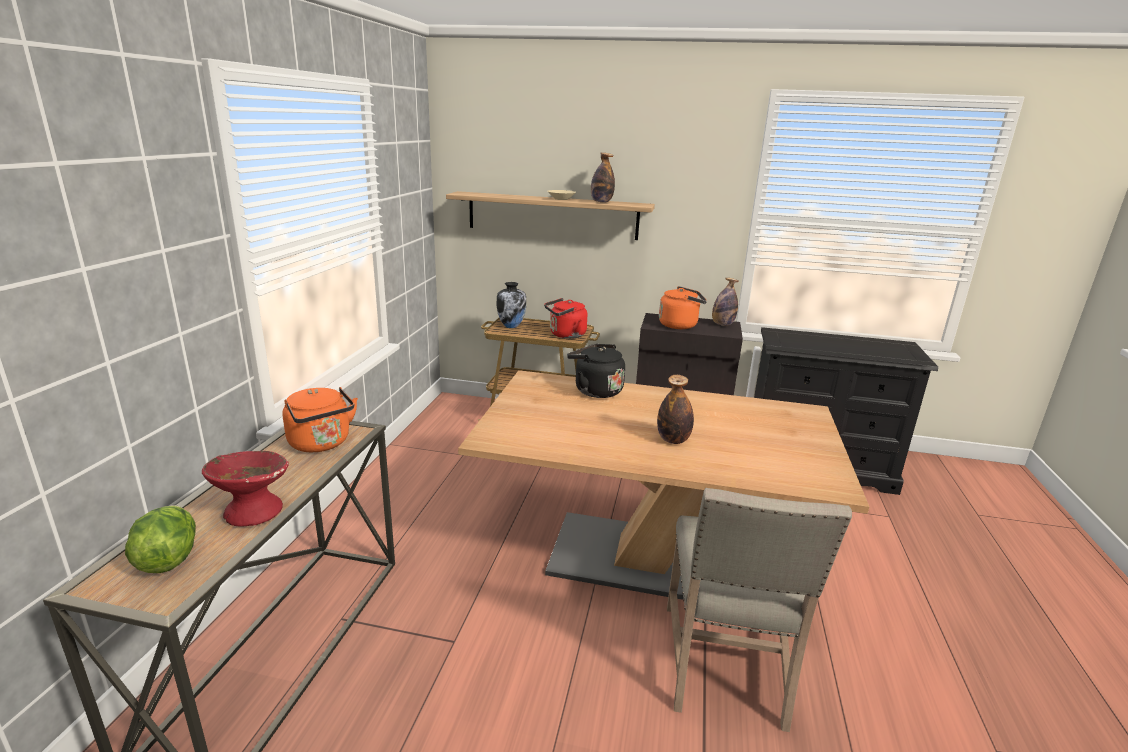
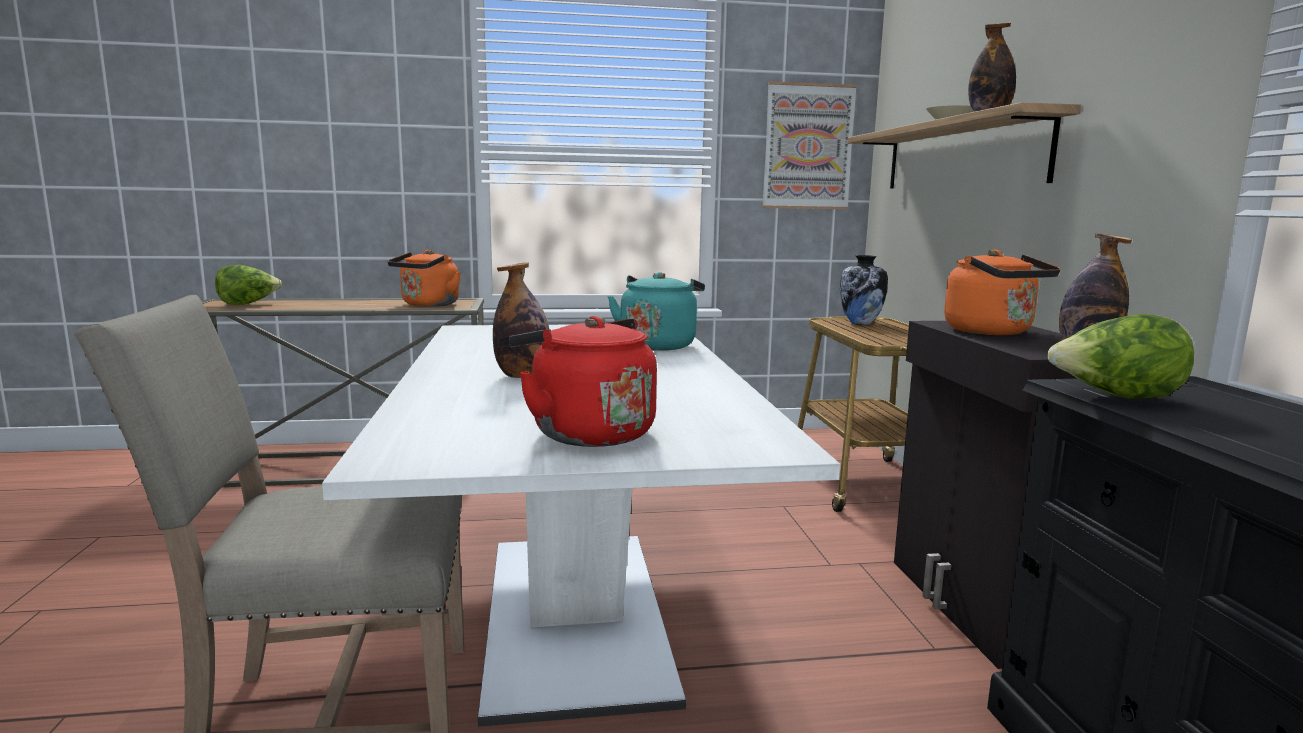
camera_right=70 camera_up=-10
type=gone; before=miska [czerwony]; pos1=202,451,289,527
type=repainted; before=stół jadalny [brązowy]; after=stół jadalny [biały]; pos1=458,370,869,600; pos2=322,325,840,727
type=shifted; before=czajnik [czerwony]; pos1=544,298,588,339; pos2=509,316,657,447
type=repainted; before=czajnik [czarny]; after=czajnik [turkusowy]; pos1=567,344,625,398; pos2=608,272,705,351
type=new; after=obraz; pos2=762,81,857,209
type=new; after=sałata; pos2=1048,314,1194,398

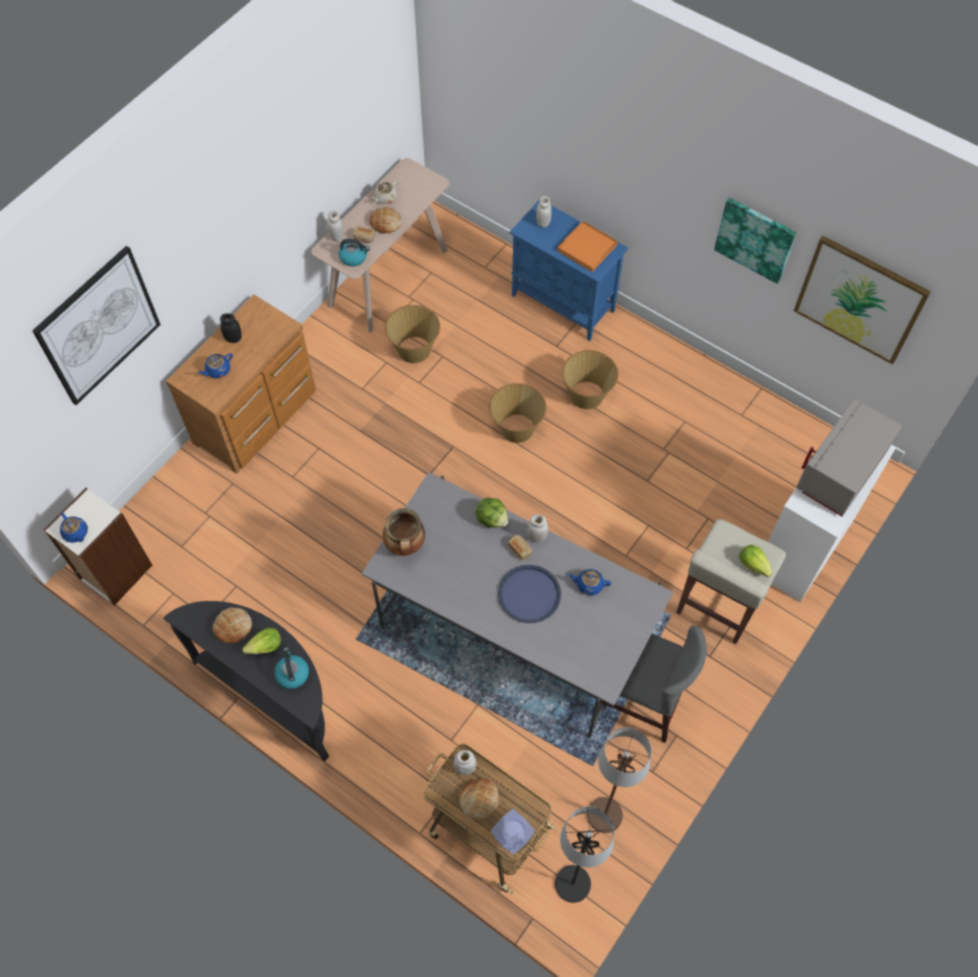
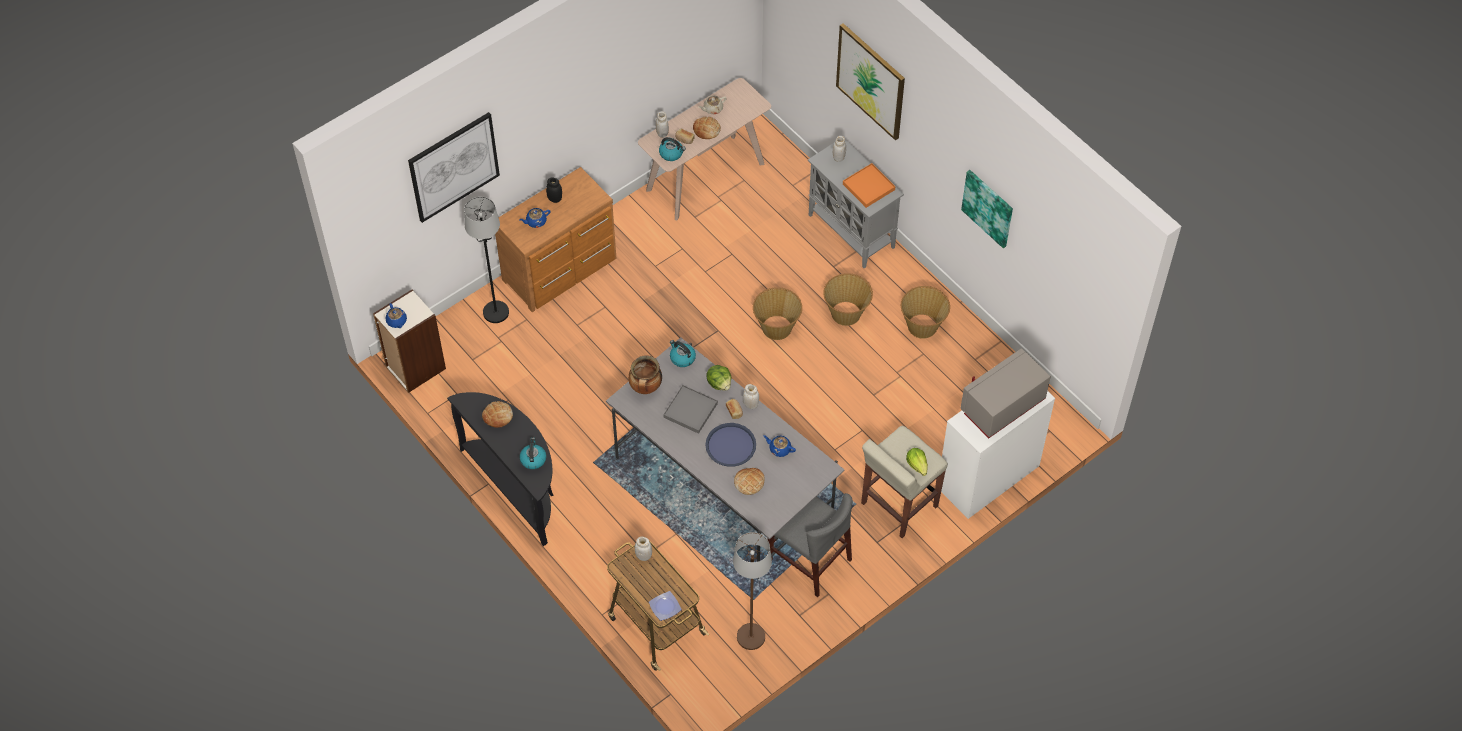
camera_right=15 camera_up=-5
type=gone; before=sałata; pos1=242,628,281,654
type=shifted; before=koszyk; pos1=385,305,440,363; pos2=901,286,950,339
type=shifted; before=chleb; pos1=459,778,499,819; pos2=734,468,765,495
type=repainted; before=szafka [niebieski]; after=szafka [szary]; pos1=510,199,628,341; pos2=808,140,904,268
type=shifted; before=lampa stojąca [czarny]; pos1=555,807,614,903; pos2=464,197,509,323
type=shifted; before=obraz; pos1=794,235,931,365; pos2=836,23,905,141
type=new; after=taca [szary]; pos2=663,385,718,434
type=new; after=czajnik; pos2=670,340,696,367

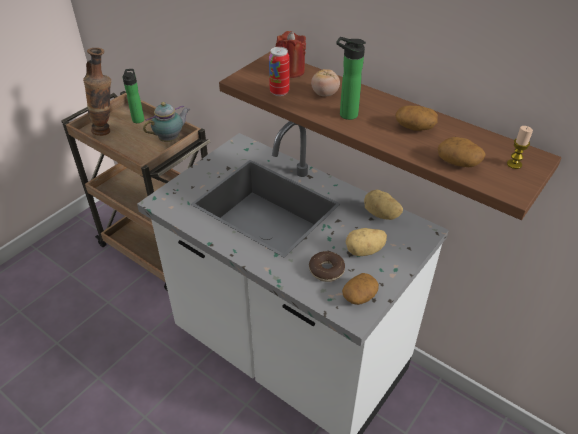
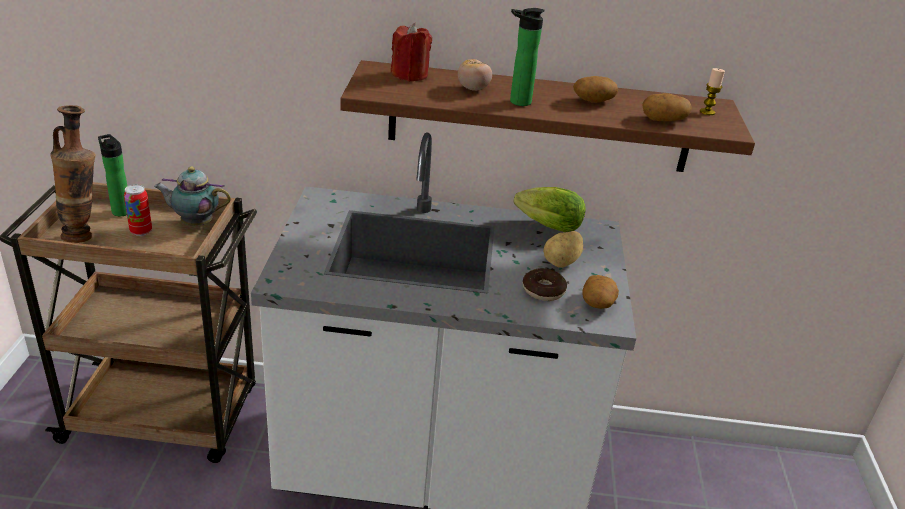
camera_right=-35 camera_up=-10
type=rotated; before=imbryk; pos1=143,102,190,142; pos2=154,166,231,226; turn=-105
type=shifted; before=puszka; pos1=269,47,289,96; pos2=124,184,152,236
type=swapped; before=ziemniak; after=sałata; pos1=364,189,403,220; pos2=514,187,586,232

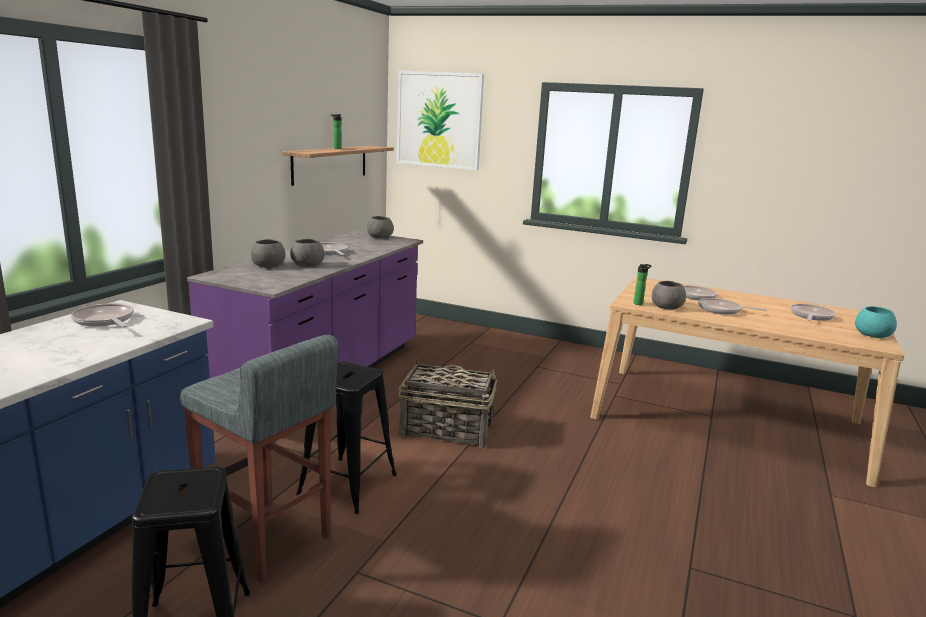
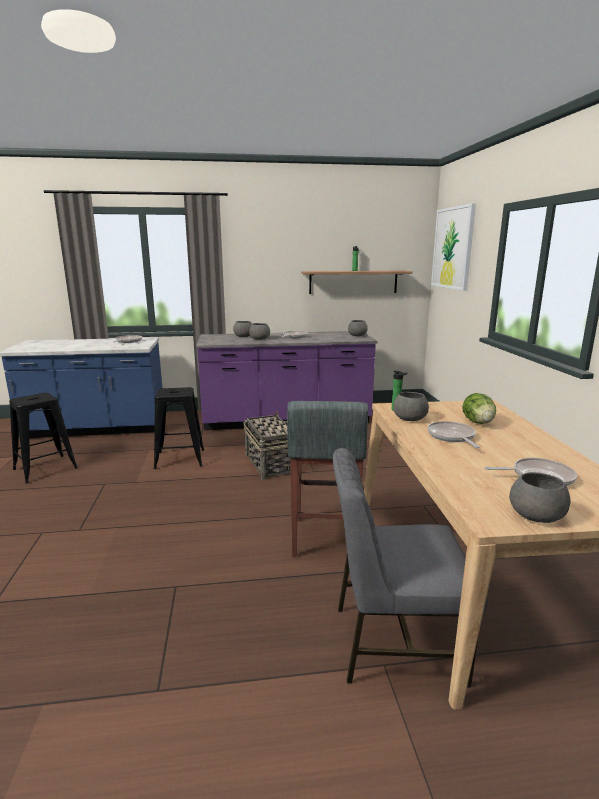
camera_right=60 camera_up=0
type=shifted; before=stołek [szary]; pos1=180,335,339,583; pos2=287,401,368,557
type=swapped; before=patelnia; after=sałata; pos1=656,283,717,300; pos2=462,393,496,424
type=repainted; before=miska [turkusowy]; after=miska [szary]; pos1=855,306,897,338; pos2=509,472,570,523
type=new; after=krzesło [szary]; pos2=333,448,488,687

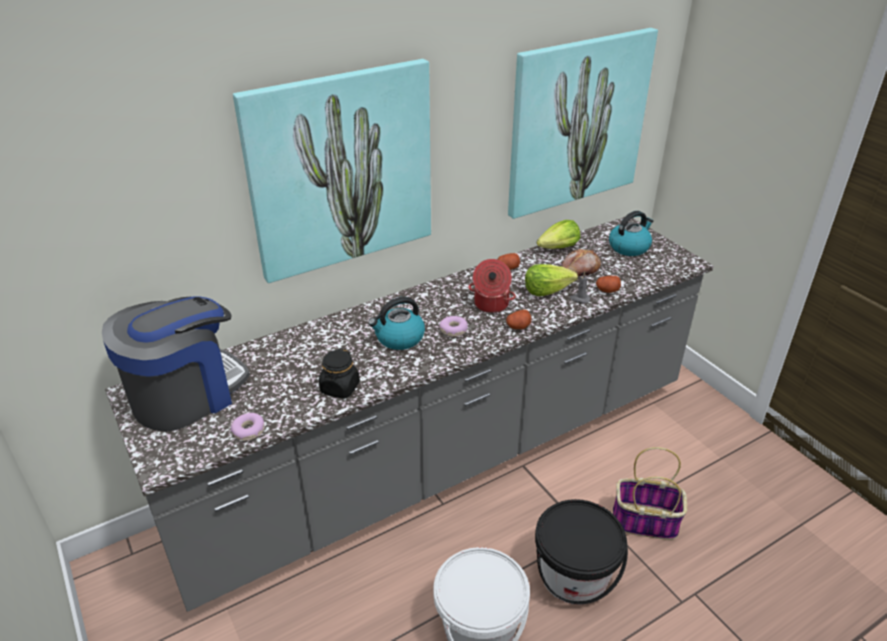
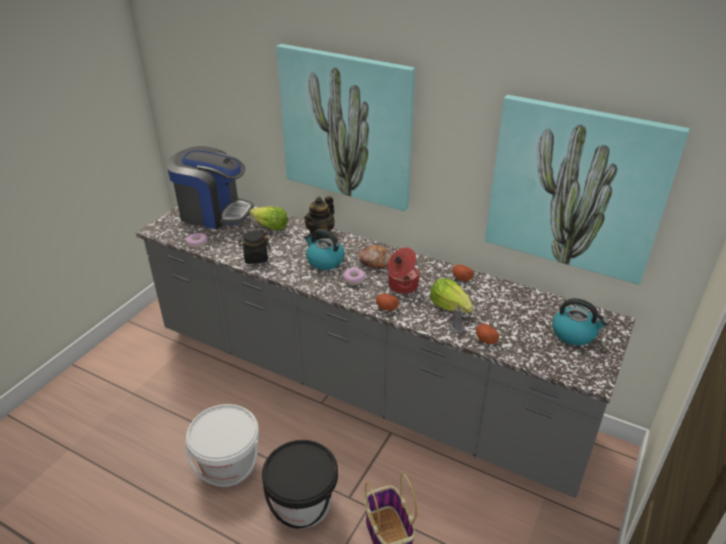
camera_right=60 camera_up=0
type=shifted; before=sałata; pos1=537,220,580,249; pos2=249,206,288,230
type=shifted; before=chleb; pos1=561,249,601,276; pos2=359,245,391,268
type=new; after=imbryk; pos2=304,196,335,240

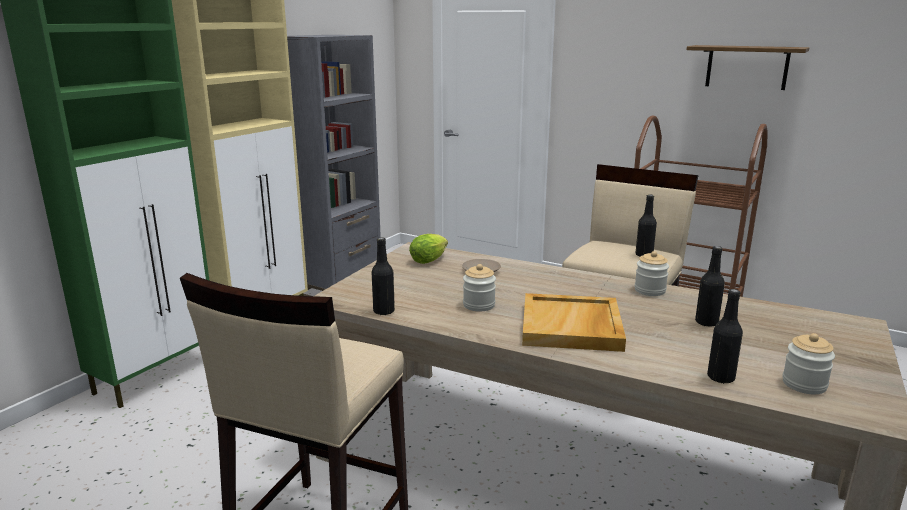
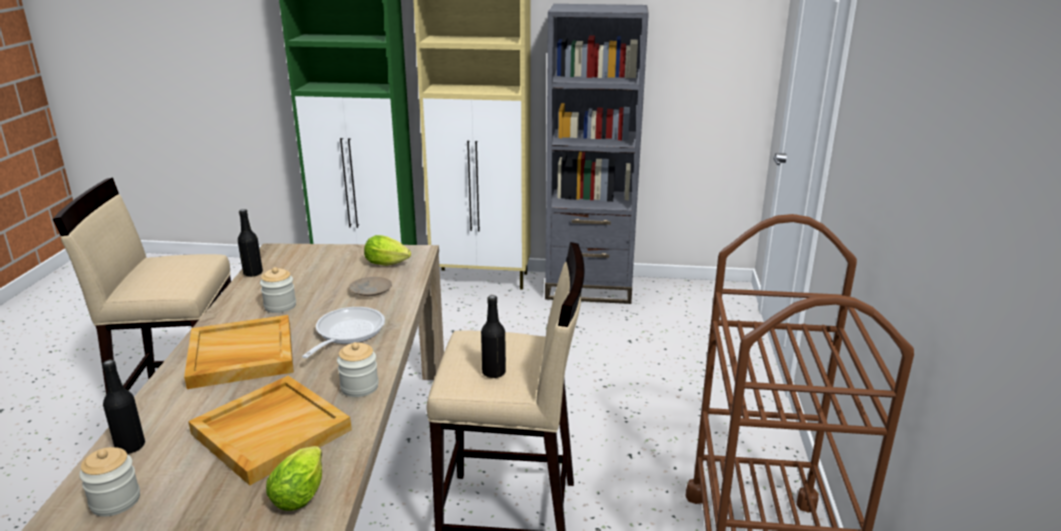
camera_right=65 camera_up=5
type=gone; before=półka; pos1=687,45,809,90
type=swapped; before=butelka [czarny]; after=taca [beżowy]; pos1=695,246,725,327; pos2=188,376,352,485
type=new; after=sałata; pos2=266,446,322,511
type=new; after=patelnia; pos2=302,307,385,358

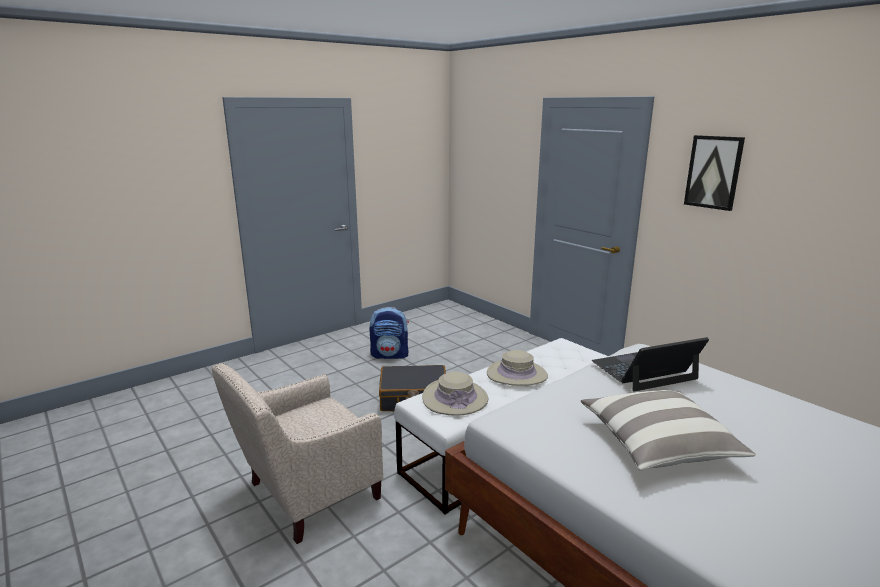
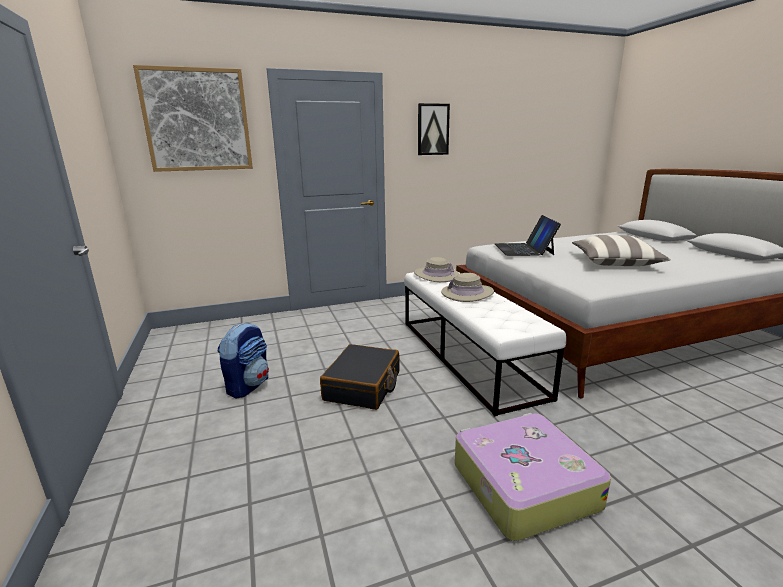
camera_right=-70 camera_up=0
type=swapped; before=fotel [beżowy]; after=walizka; pos1=212,363,383,544; pos2=455,413,611,541
type=shifted; before=kapelusz [beżowy]; pos1=422,371,488,416; pos2=414,257,460,282
type=new; after=obraz; pos2=133,65,253,172

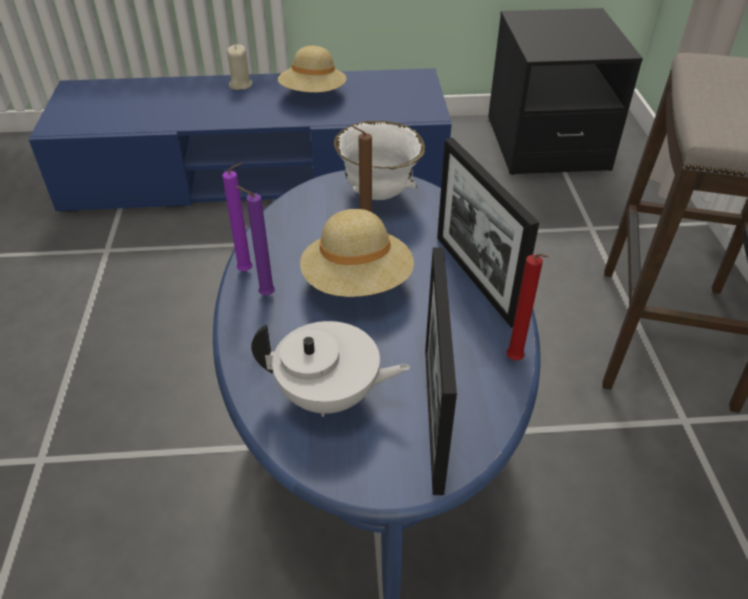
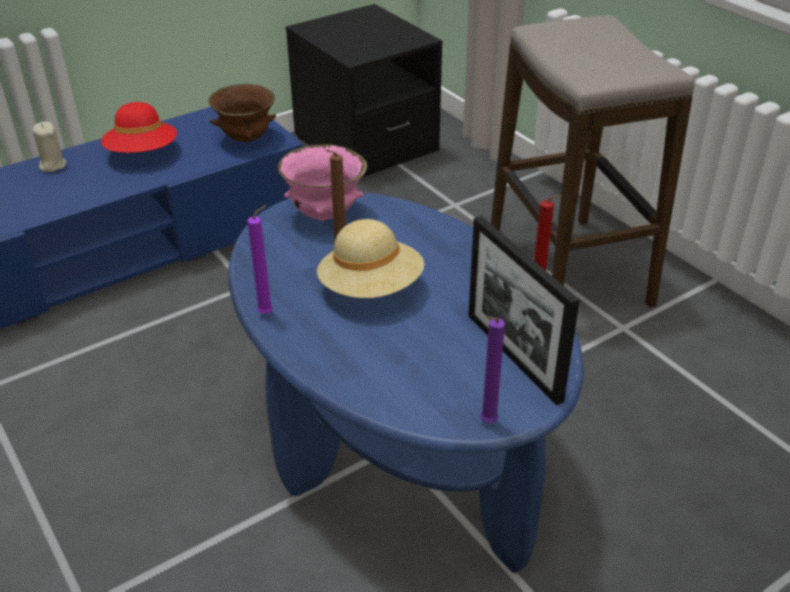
camera_right=-30 camera_up=-5
type=shifted; before=świeca [fioletowy]; pos1=236,186,275,296; pos2=480,316,505,423
type=gone; before=imbryk [biały]; pos1=251,321,410,417
type=repainted; before=kapelusz [beżowy]; after=kapelusz [czerwony]; pos1=278,46,347,92; pos2=101,102,177,153
type=repainted; before=miska [biały]; after=miska [różowy]; pos1=334,121,425,200; pos2=278,144,367,221
type=gone; before=ramka na zdjęcie; pos1=437,138,539,328
type=new; after=miska [brązowy]; pos2=208,84,276,142

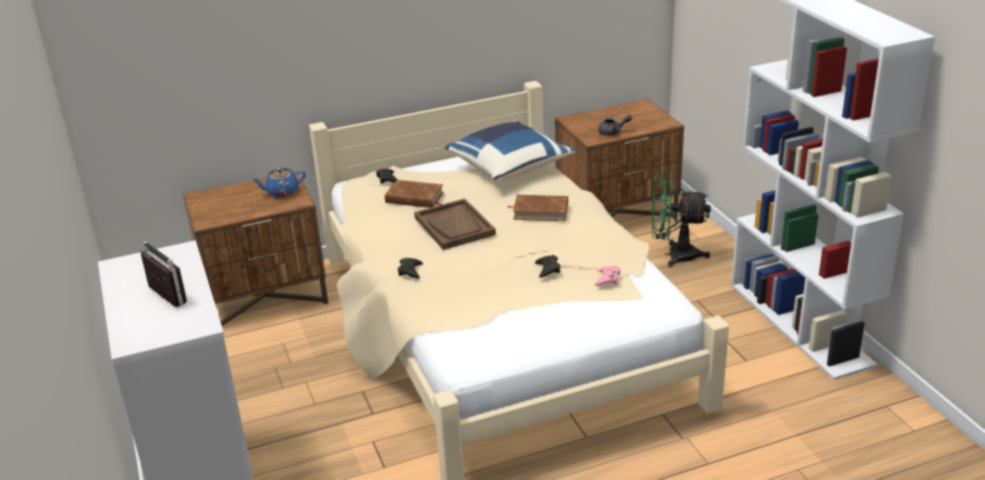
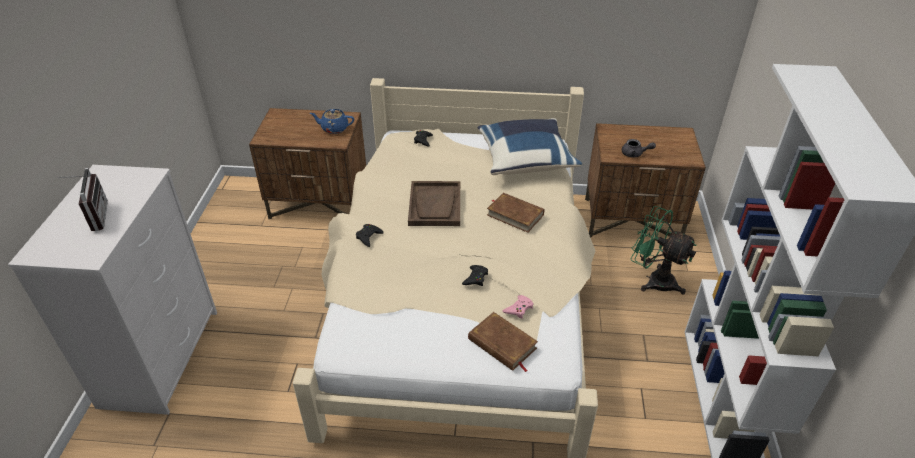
camera_right=25 camera_up=10
type=shifted; before=książka [brązowy]; pos1=385,180,444,208; pos2=468,312,538,372

